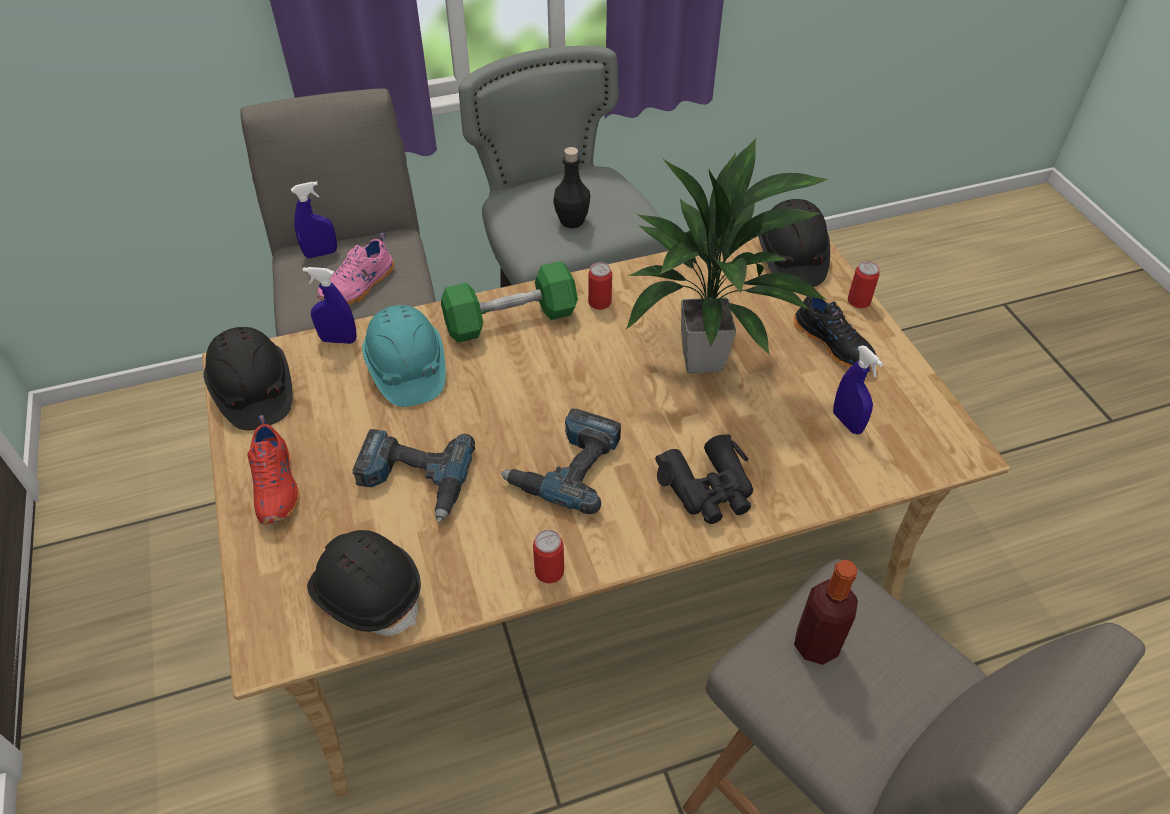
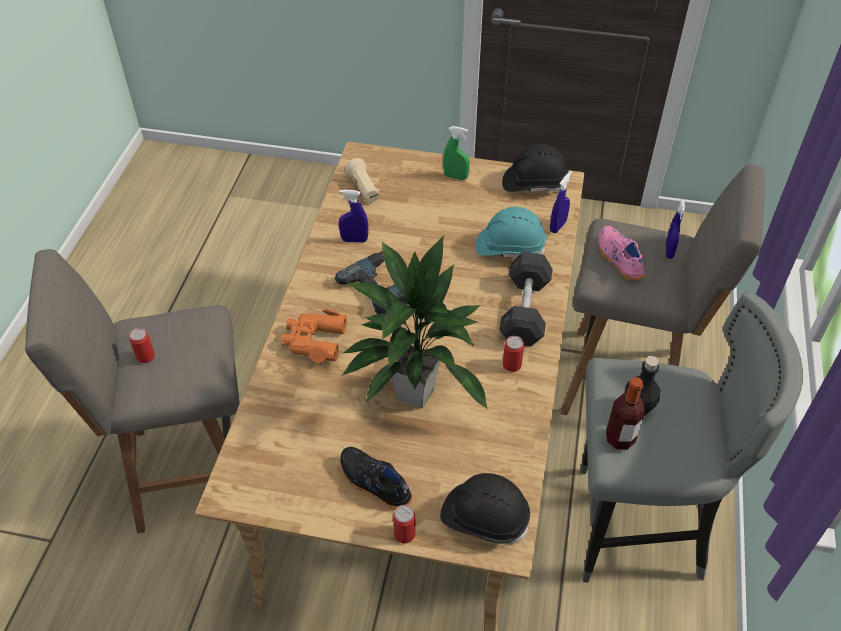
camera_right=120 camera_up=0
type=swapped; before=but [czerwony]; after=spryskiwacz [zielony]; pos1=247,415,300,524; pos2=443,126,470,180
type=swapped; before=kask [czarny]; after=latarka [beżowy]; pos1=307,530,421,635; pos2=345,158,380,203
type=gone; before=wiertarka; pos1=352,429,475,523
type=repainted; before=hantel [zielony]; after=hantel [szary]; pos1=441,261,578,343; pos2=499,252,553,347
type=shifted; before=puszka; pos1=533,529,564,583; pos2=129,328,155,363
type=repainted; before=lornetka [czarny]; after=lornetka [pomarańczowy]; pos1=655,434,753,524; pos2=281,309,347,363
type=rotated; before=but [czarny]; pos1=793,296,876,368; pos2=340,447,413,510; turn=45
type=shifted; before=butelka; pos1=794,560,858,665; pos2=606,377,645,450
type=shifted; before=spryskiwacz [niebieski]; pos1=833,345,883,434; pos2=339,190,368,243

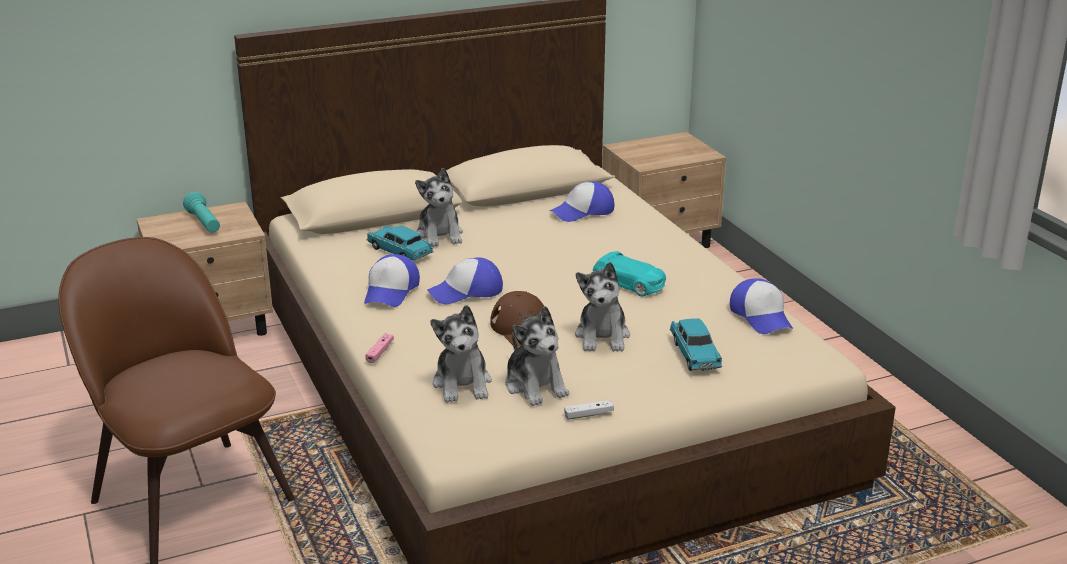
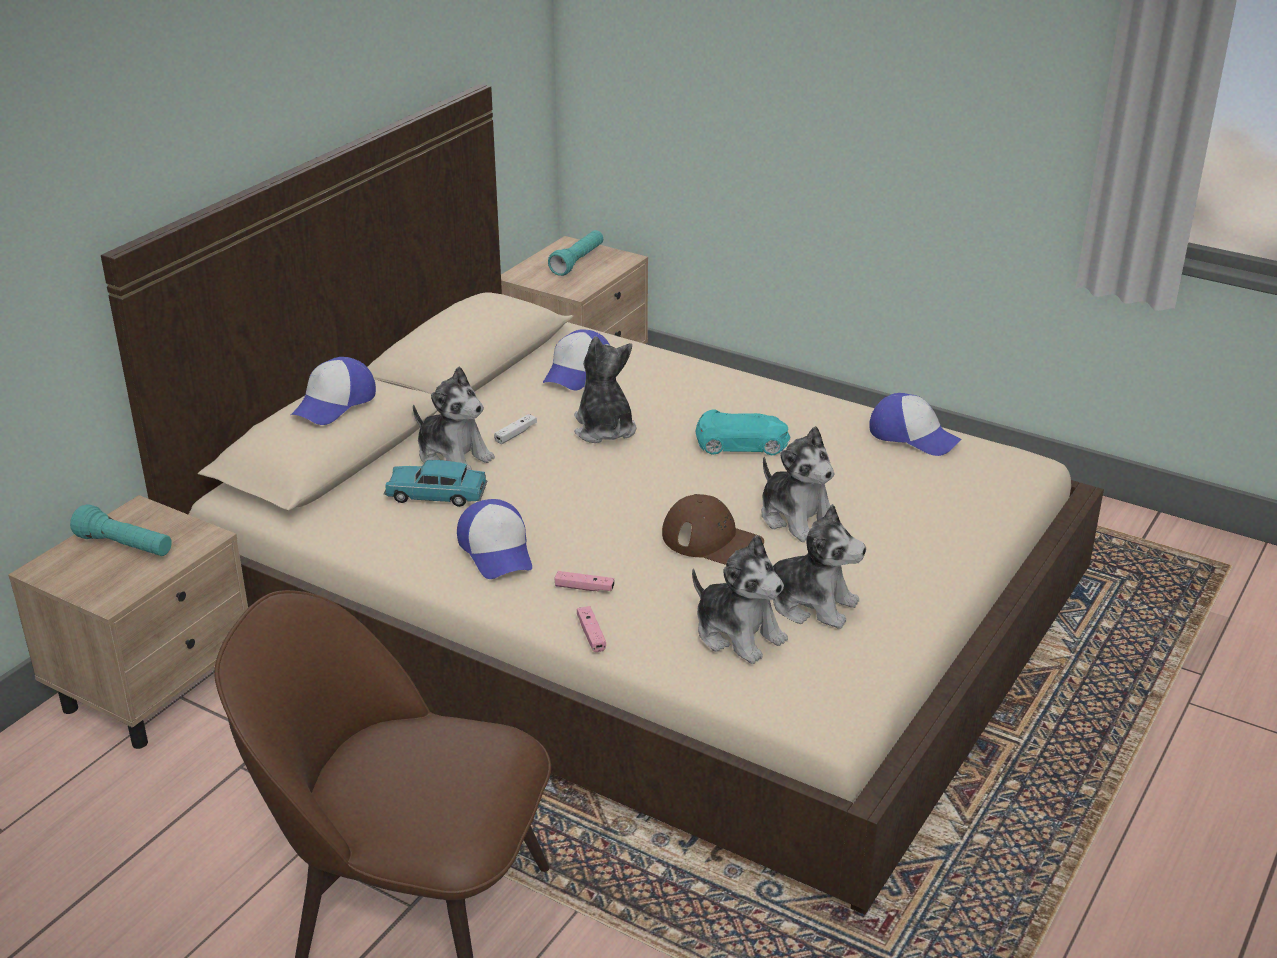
camera_right=-35 camera_up=5
type=shifted; before=czapka z daszkiem; pos1=427,257,503,304; pos2=291,357,376,425
type=shifted; before=pad do gier [biały]; pos1=564,400,614,420; pos2=494,414,537,444
type=gone; before=samochodzik [turkusowy]; pos1=670,318,722,371
type=new; after=latarka [turkusowy]; pos2=548,230,603,276
type=new; after=pad do gier [różowy]; pos2=554,571,614,591
type=new; after=pluszak; pos2=574,336,636,443

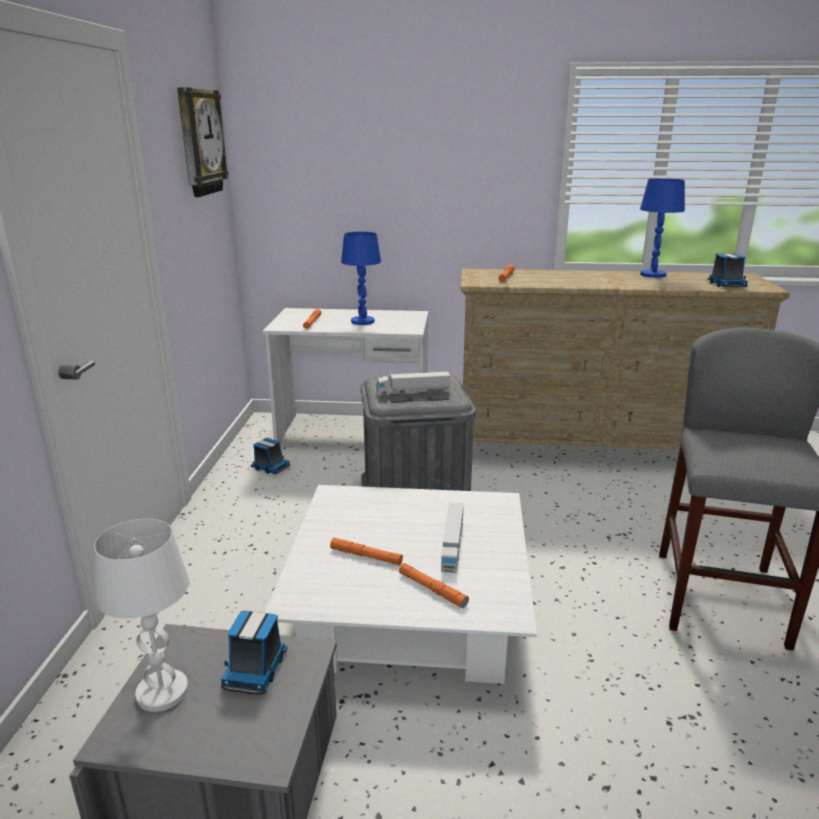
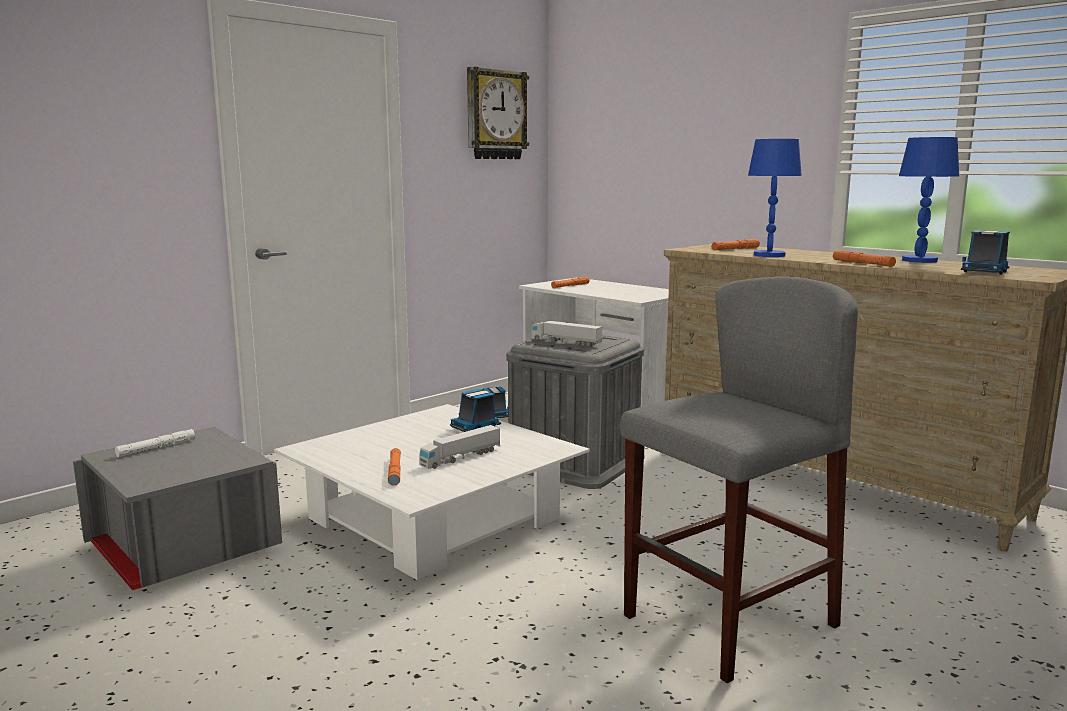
camera_right=40 camera_up=-10
type=swapped; before=lampa stołowa [biały]; after=latarka [biały]; pos1=94,519,189,712; pos2=115,429,195,457
type=shifted; before=ciężarówka zabawkowa; pos1=221,611,288,695; pos2=450,389,501,432
type=shifted; before=latarka [pomarańczowy]; pos1=330,538,403,566; pos2=833,250,896,267
type=shifted; before=lampa stołowa [niebieski]; pos1=341,232,381,325; pos2=748,139,802,257

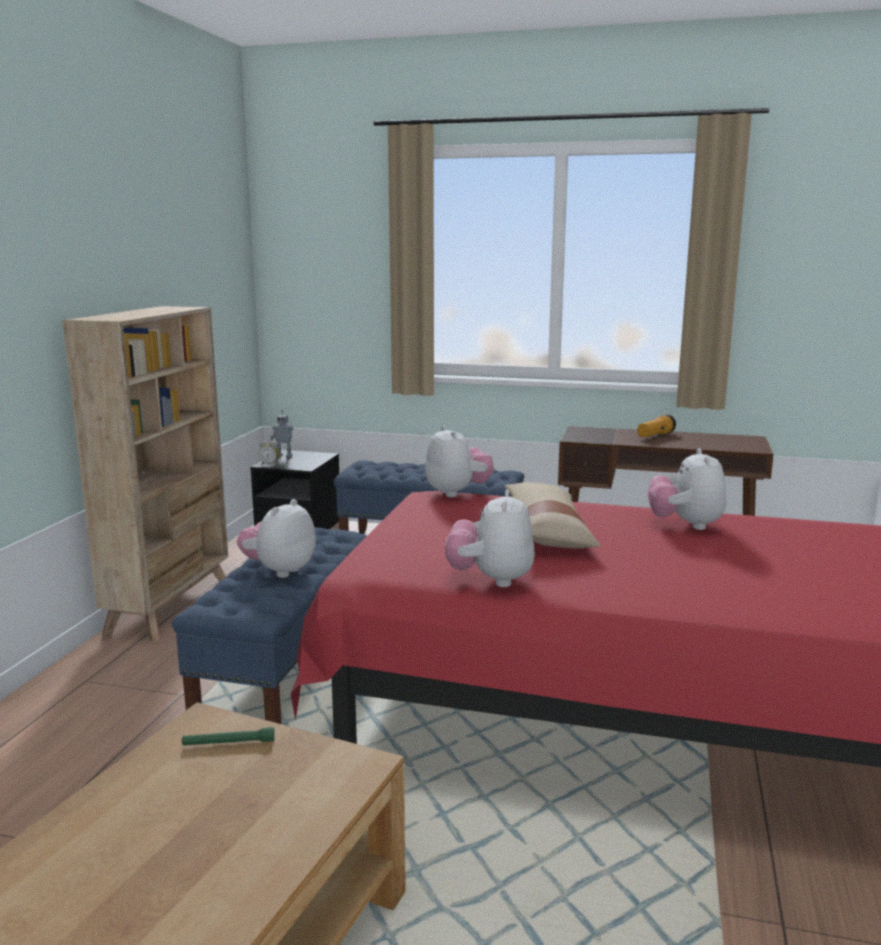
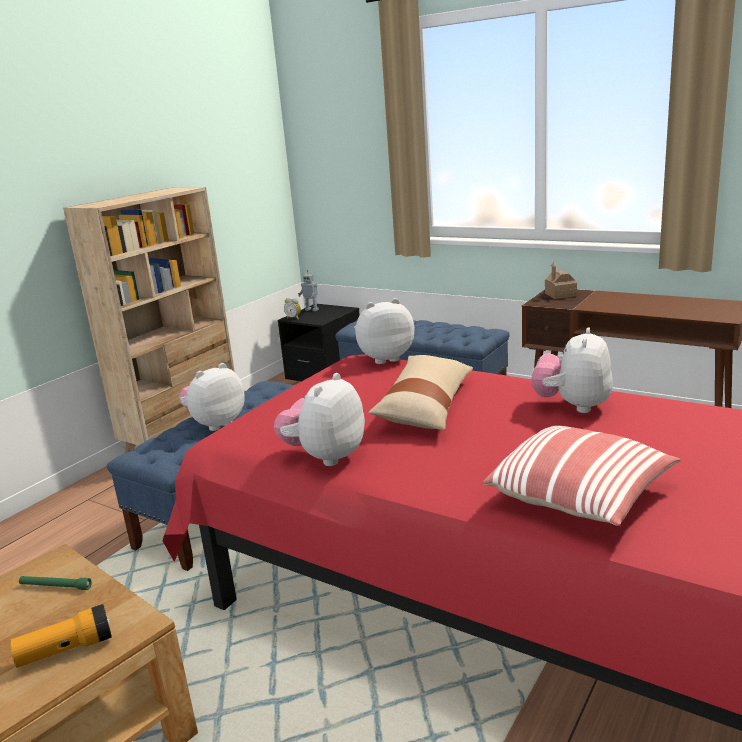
camera_right=20 camera_up=5
type=rotated; before=pluszak; pos1=425,425,494,497; pos2=354,298,414,364; turn=-105
type=shifted; before=latarka; pos1=638,415,676,437; pos2=10,604,112,668
type=new; after=poduszka; pos2=483,426,681,526
type=new; after=domek; pos2=545,262,577,299

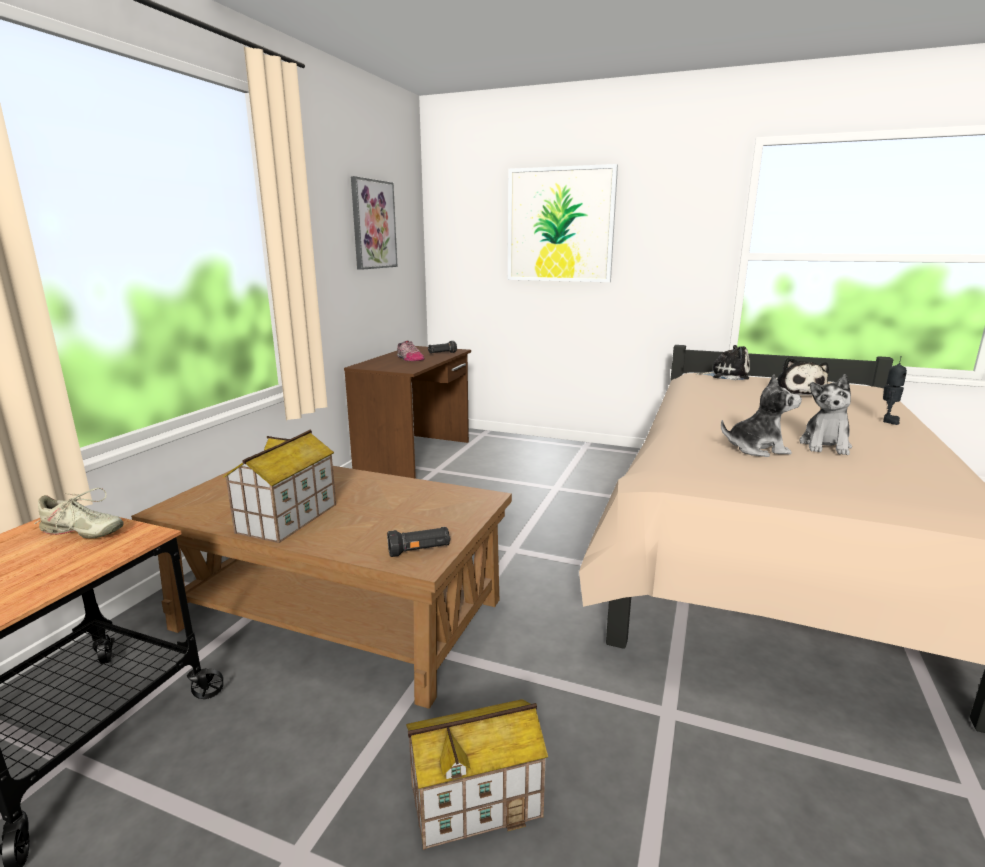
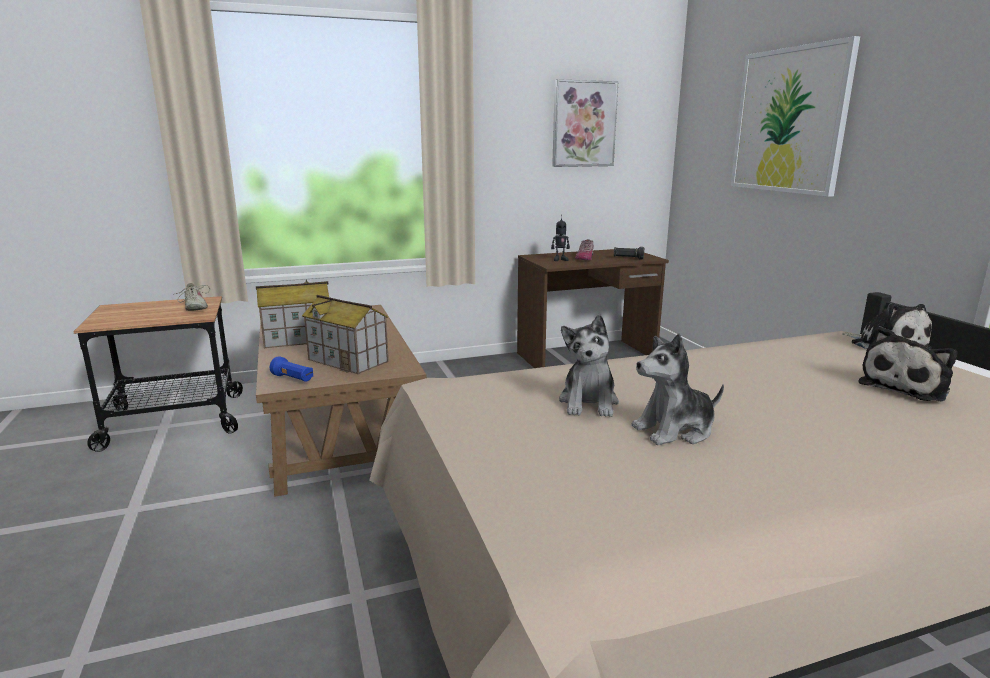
camera_right=50 camera_up=0
type=repainted; before=latarka [czarny]; after=latarka [niebieski]; pos1=387,527,451,557; pos2=270,356,313,382
type=shifted; before=domek; pos1=406,699,548,850; pos2=302,295,389,374
type=rotated; before=pluszak; pos1=721,374,802,457; pos2=559,314,619,417; turn=45
type=shifted; before=robot zabawkowy; pos1=883,356,907,425; pos2=551,215,570,261

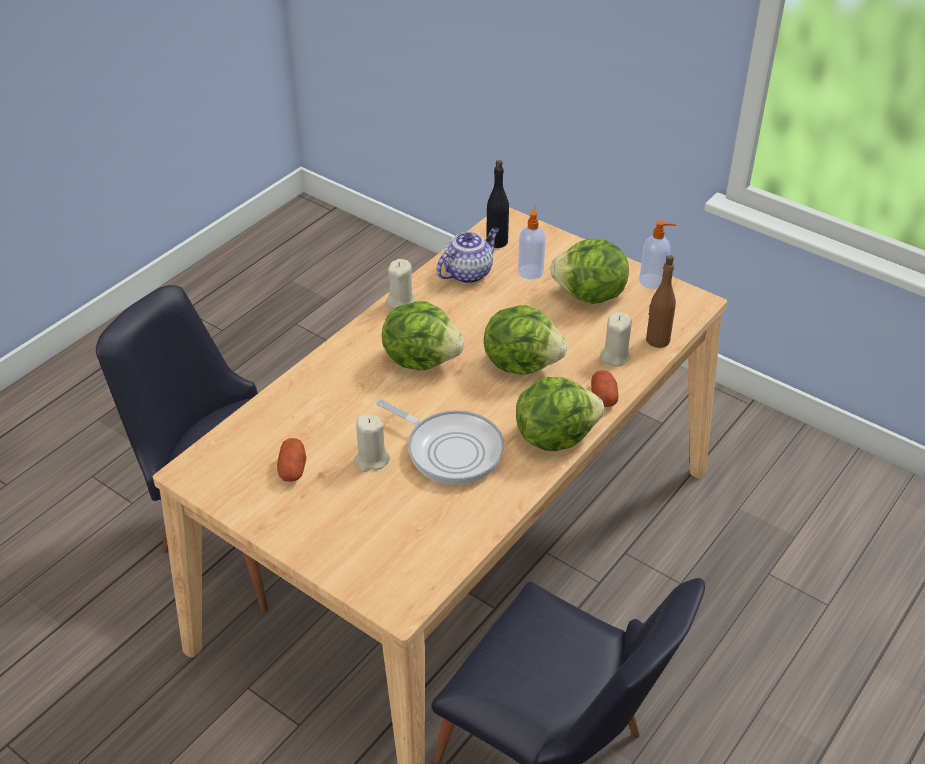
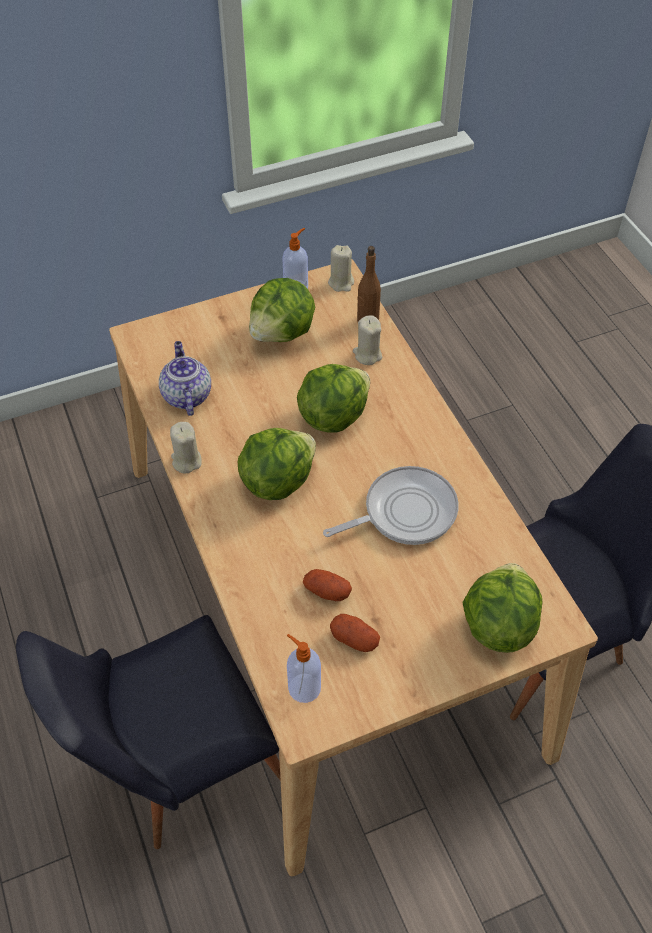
camera_right=-60 camera_up=10
type=shifted; before=świeca [beżowy]; pos1=354,415,390,472; pos2=328,245,354,292
type=gone; before=butelka [czarny]; pos1=486,160,509,248
type=shifted; before=sałata; pos1=516,377,604,451; pos2=462,563,542,653
type=shifted; before=dozownik mydła; pos1=518,205,546,280; pos2=287,634,321,703
type=shifted; before=ziemniak; pos1=591,370,618,407; pos2=303,569,352,601

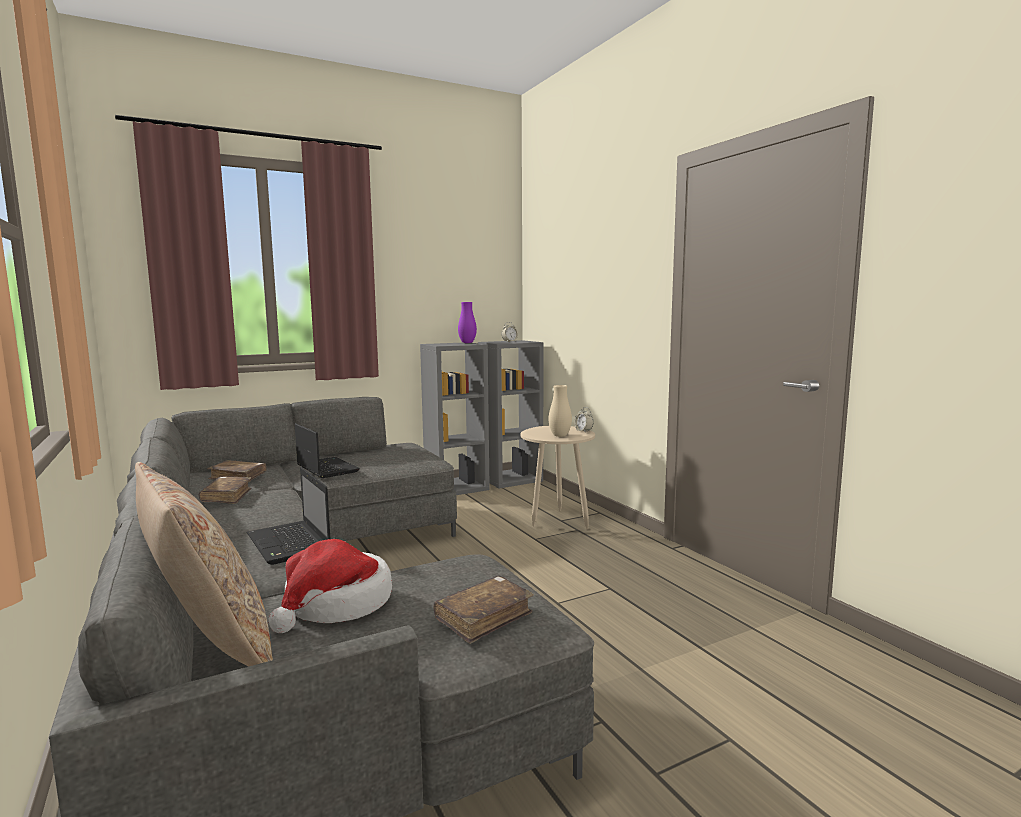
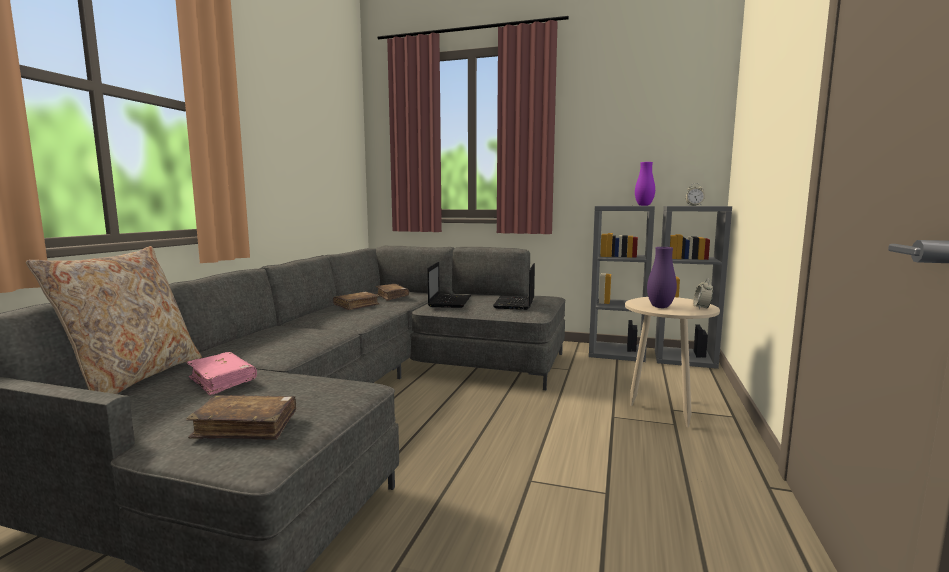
camera_right=45 camera_up=0
type=shifted; before=laptop; pos1=247,467,330,565; pos2=493,263,535,310
type=swapped; before=kapelusz; after=książka [różowy]; pos1=269,539,392,633; pos2=187,352,257,396
type=repainted; before=wazon [beżowy]; after=wazon [fioletowy]; pos1=549,385,572,437; pos2=647,247,677,308

